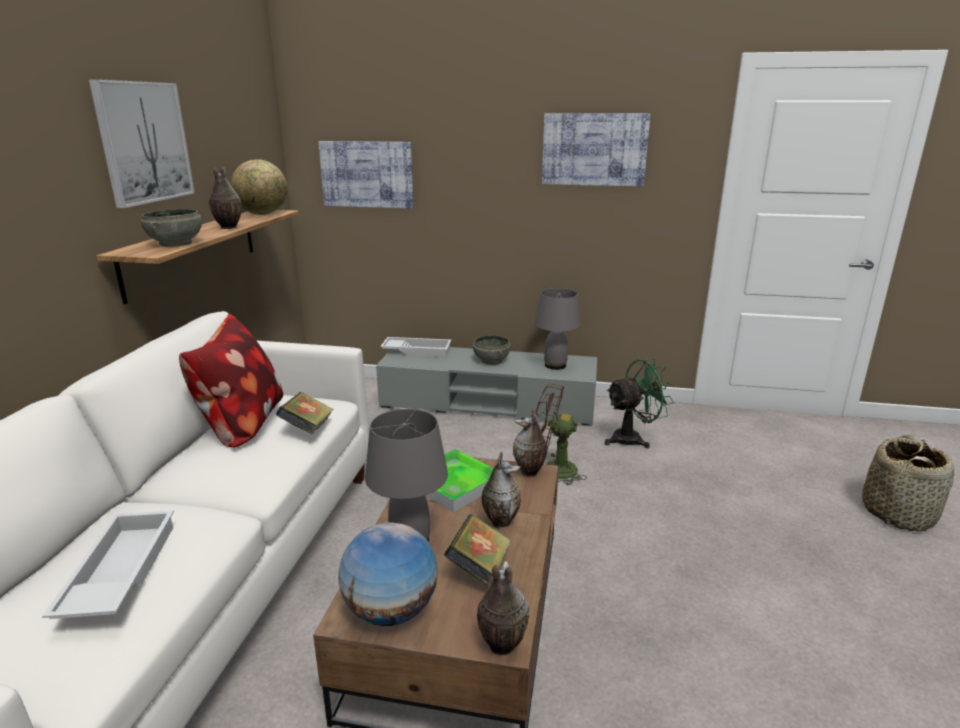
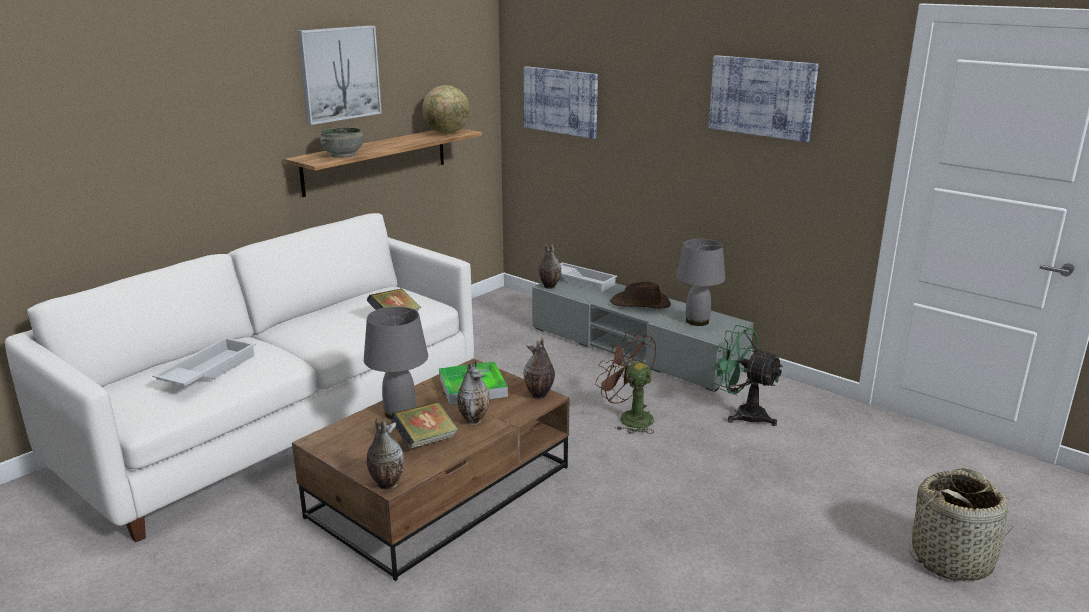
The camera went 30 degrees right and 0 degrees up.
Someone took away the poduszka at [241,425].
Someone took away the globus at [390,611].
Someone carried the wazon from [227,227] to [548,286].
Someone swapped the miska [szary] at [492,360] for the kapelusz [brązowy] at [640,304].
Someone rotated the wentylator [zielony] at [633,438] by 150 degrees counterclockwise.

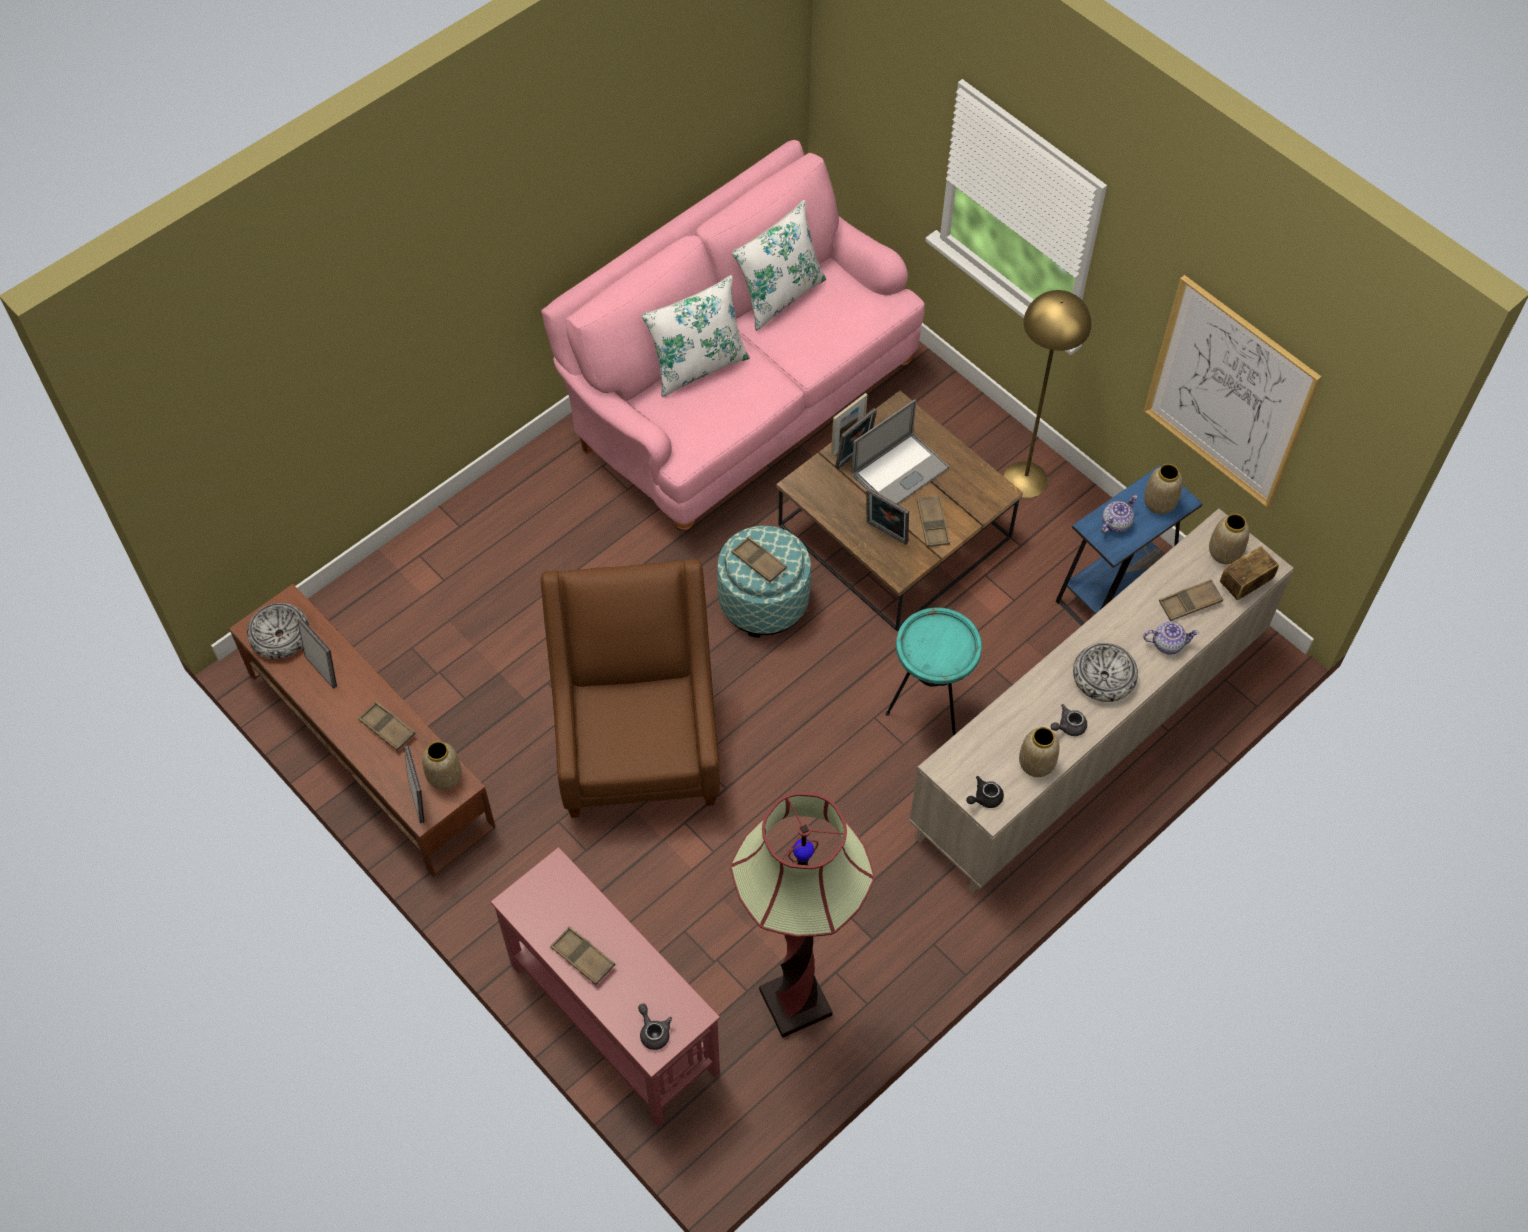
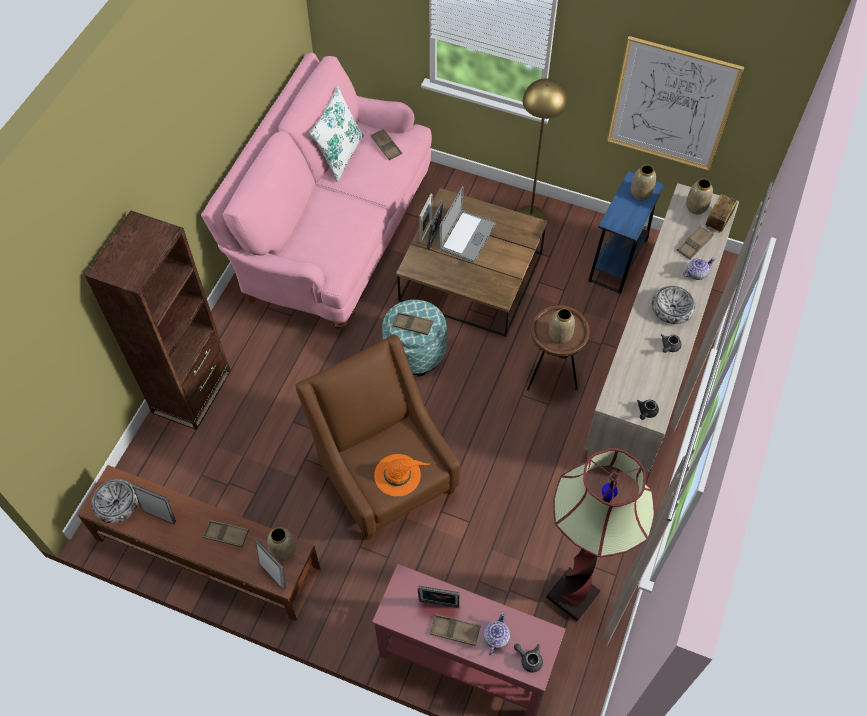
The camera went 25 degrees left and 0 degrees up.
Someone took away the poduszka [biały] at [697,365].
Someone put down the regał [brązowy] at [192,392].
Someone put down the kapelusz [pomarańczowy] at [398,474].
Someone carried the ramka na zdjęcie from [885,534] to [438,605].
Someone carried the taca [brązowy] from [932,524] to [386,146].
Someone carried the wazon from [1036,763] to [560,335].
Someone carried the imbryk from [1115,523] to [495,638].
Someone repainted the stolik [turkusowy] at [928,710], which became the stolik [brązowy] at [551,377].

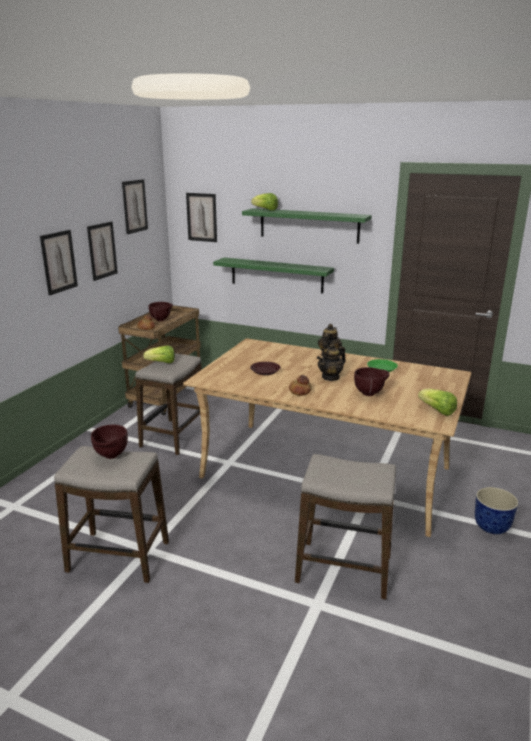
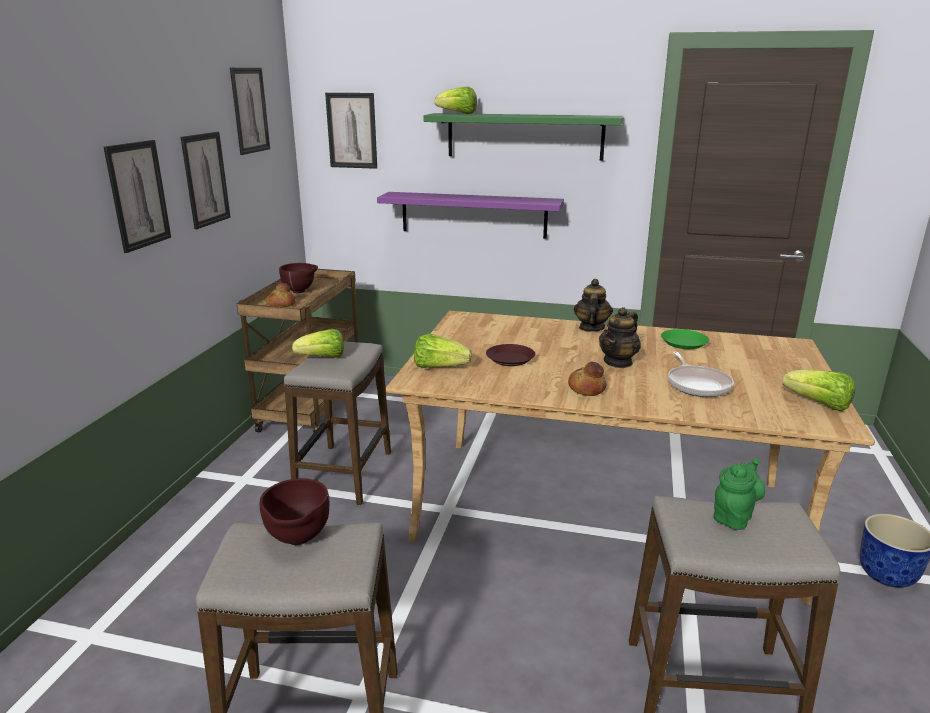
The camera went 10 degrees left and 0 degrees up.
Someone put down the sałata at [439,367].
Someone put down the imbryk [zielony] at [734,516].
Someone swapped the miska [brązowy] at [370,394] for the patelnia at [697,384].
Someone repainted the półka [zielony] at [276,275], which became the półka [fioletowy] at [473,215].

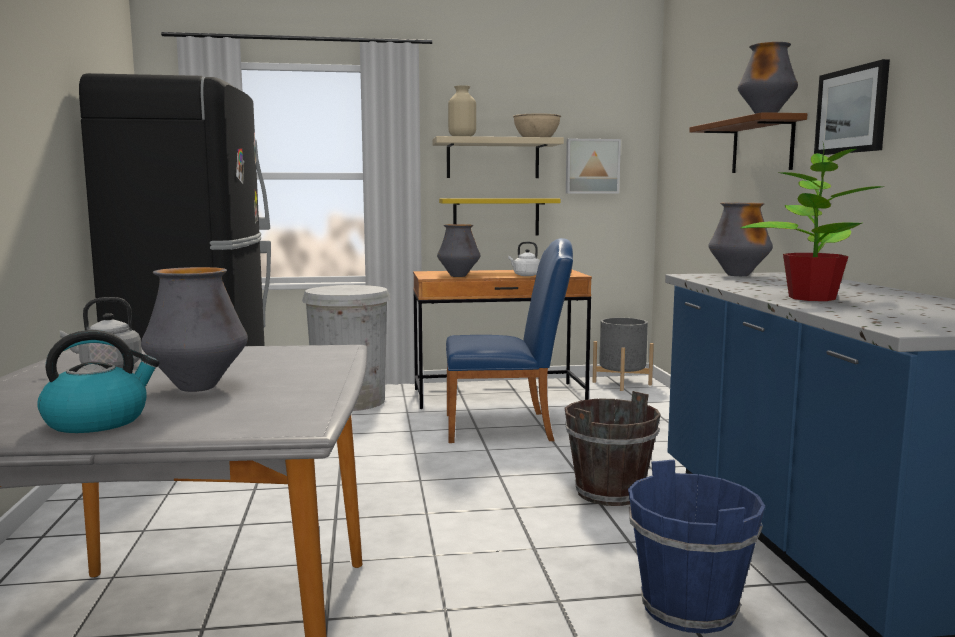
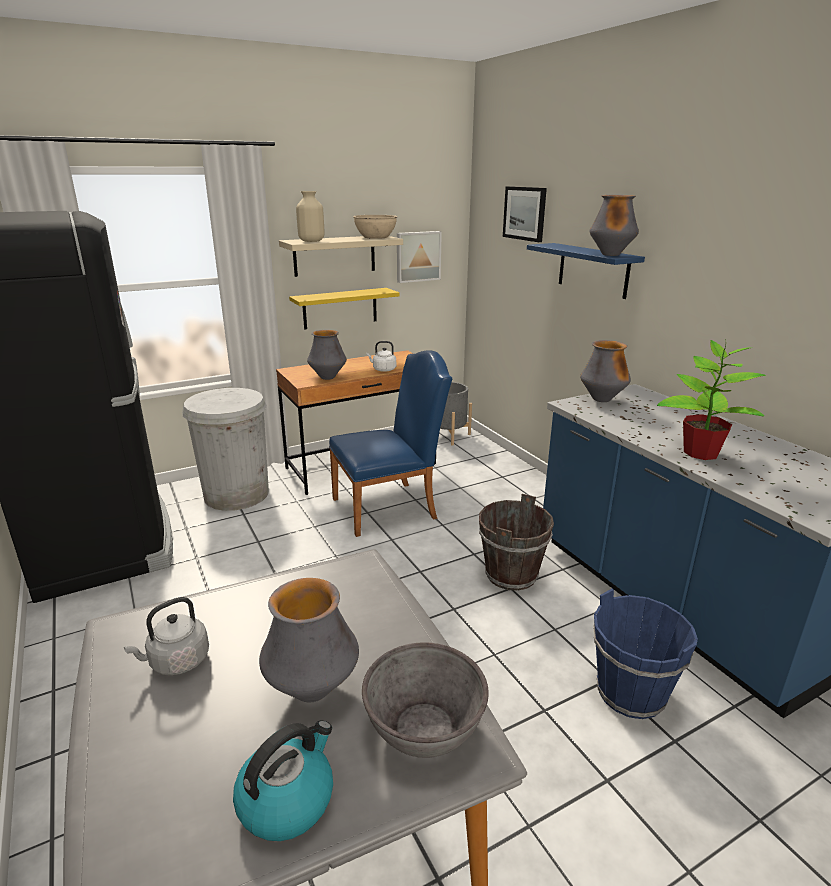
The camera went 20 degrees left and 15 degrees up.
Someone put down the miska [szary] at [424,727].
Someone carried the obraz from [852,110] to [525,213].
Someone repainted the półka [brązowy] at [762,146], which became the półka [niebieski] at [593,270].

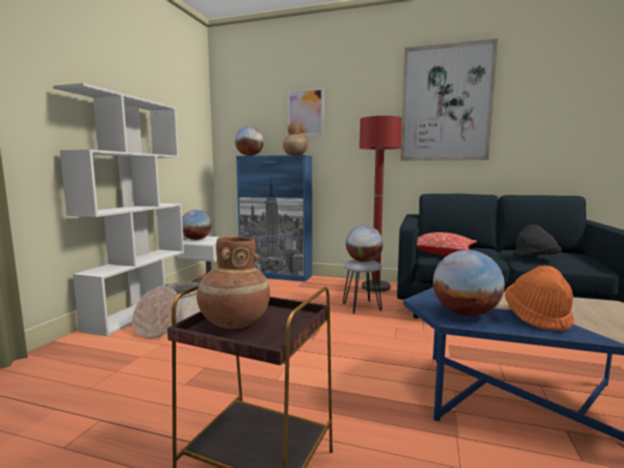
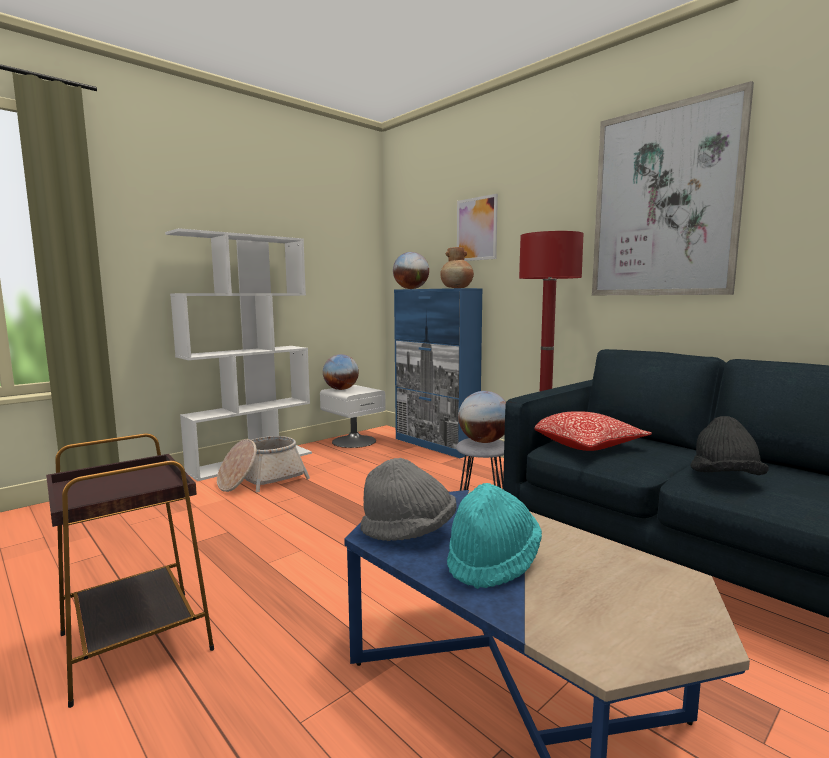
The camera went 30 degrees right and 0 degrees up.
Someone took away the wazon [brązowy] at [234,322].
Someone swapped the globus at [465,314] for the kapelusz [szary] at [409,532].
Someone repainted the kapelusz [pomarańczowy] at [537,317], which became the kapelusz [turkusowy] at [493,562].

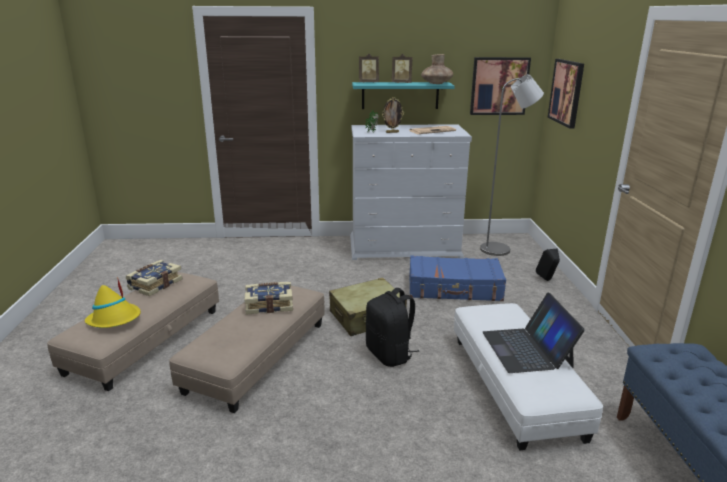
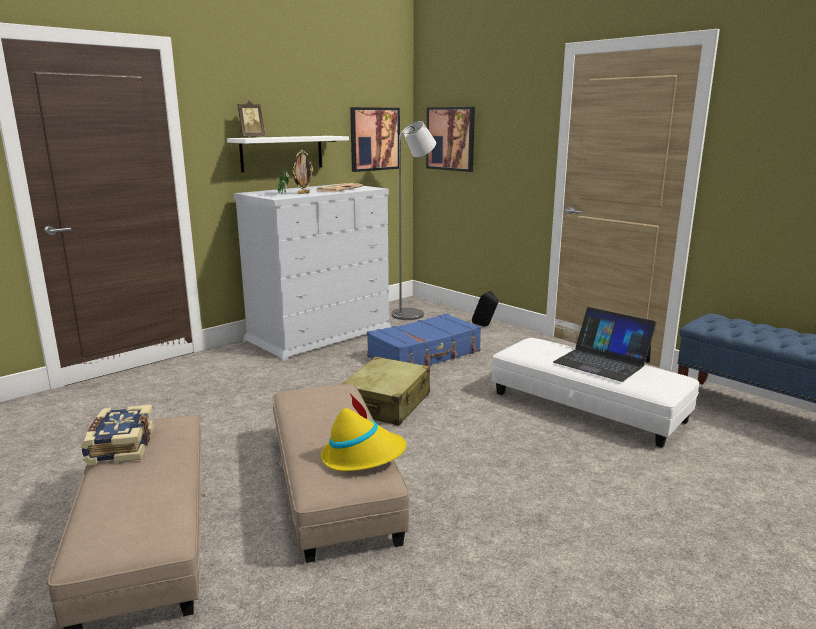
The camera went 40 degrees left and 5 degrees down.
Someone took away the książka at [269,305].
Someone took away the plecak [czarny] at [390,355].
Someone took away the ramka na zdjęcie at [401,83].
Someone took away the wazon [brązowy] at [436,83].
Someone carried the kapelusz [żółty] from [115,320] to [363,456].
Someone repainted the półka [turkusowy] at [400,95], which became the półka [biały] at [282,153].

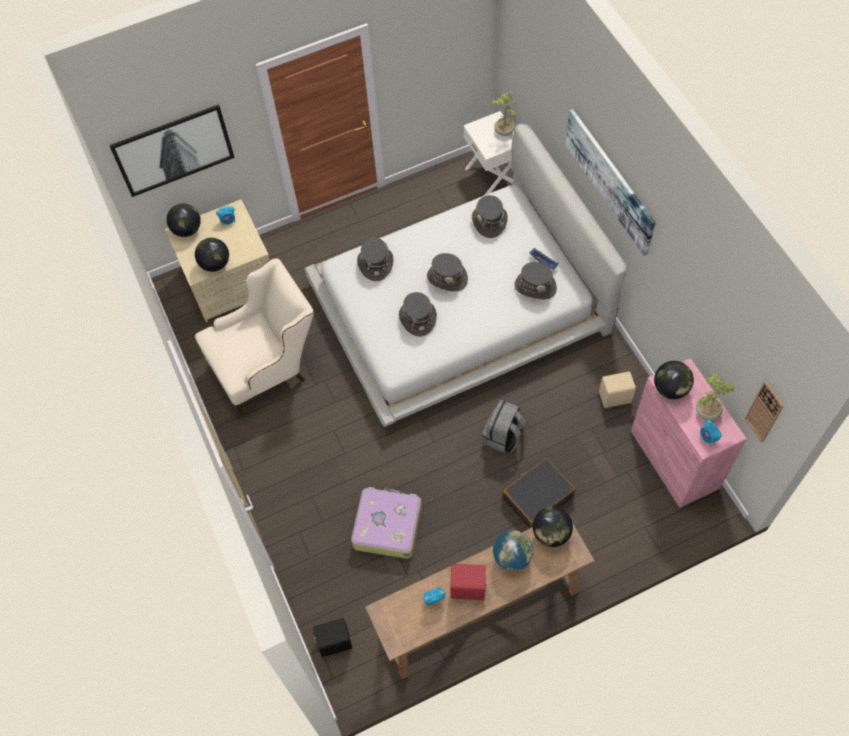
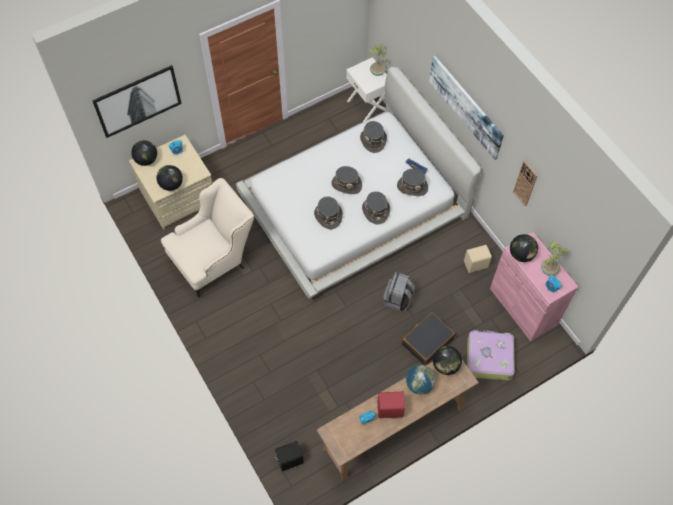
The camera went 10 degrees left and 0 degrees up.
Someone carried the walizka from [387,526] to [488,358].
Someone carried the kapelusz [szary] from [375,264] to [375,211].
Someone carried the zegar ścienny from [764,411] to [525,183].

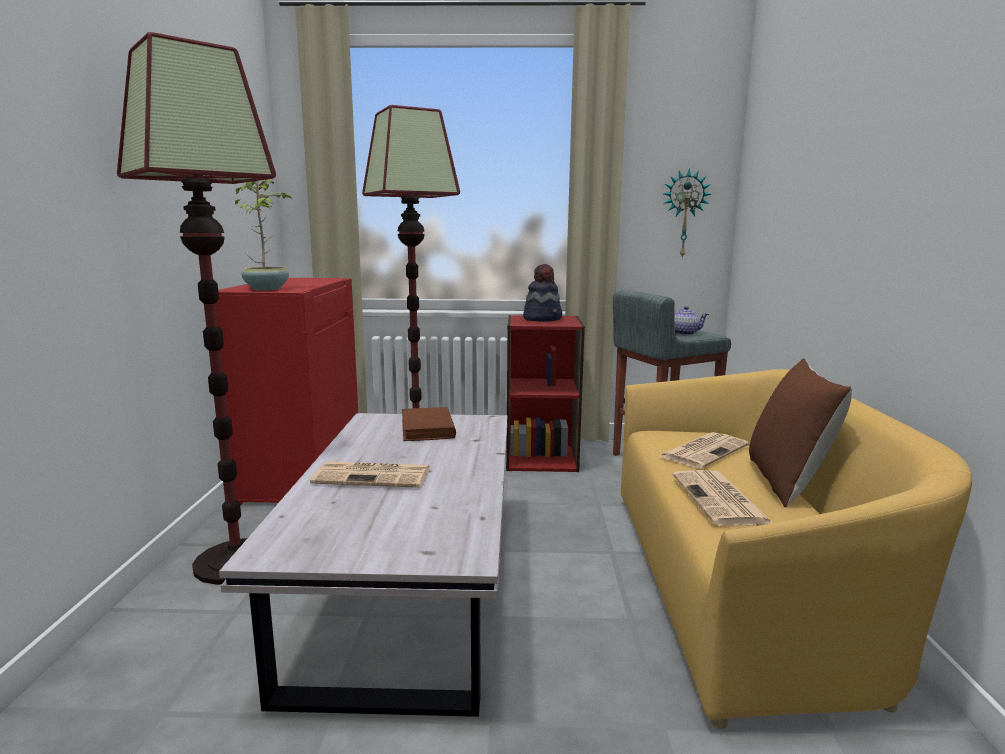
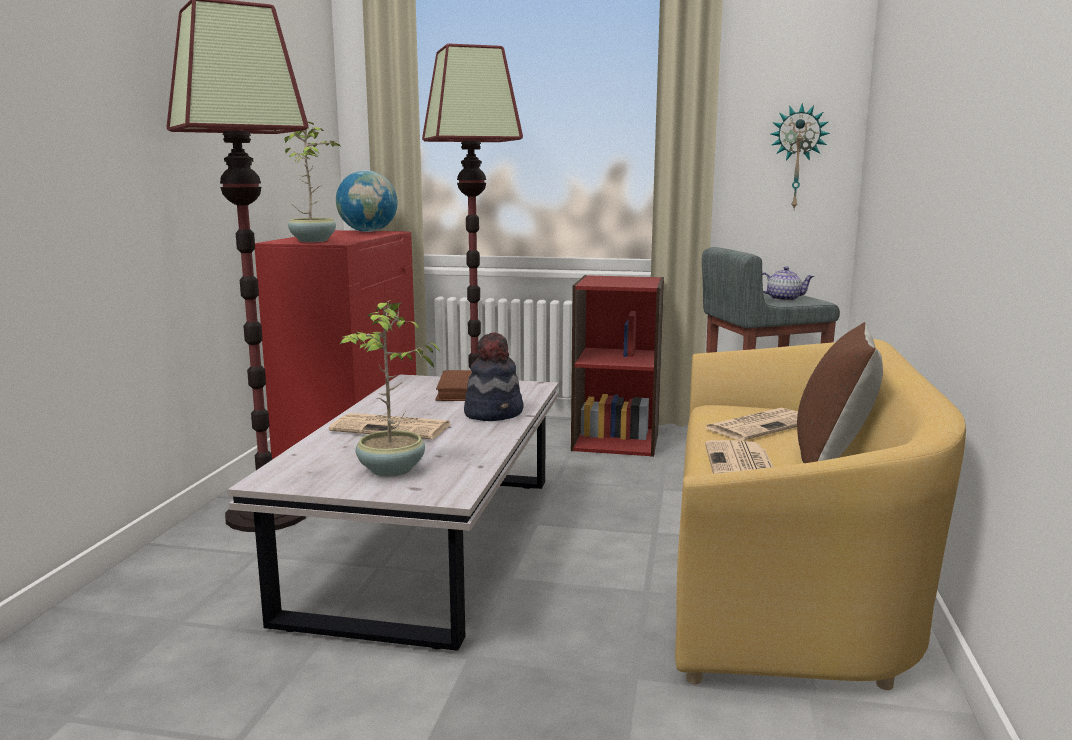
The camera went 10 degrees right and 0 degrees up.
Someone put down the globus at [368,232].
Someone put down the roślina doniczkowa at [391,470].
Someone carried the kapelusz from [543,319] to [494,413].

